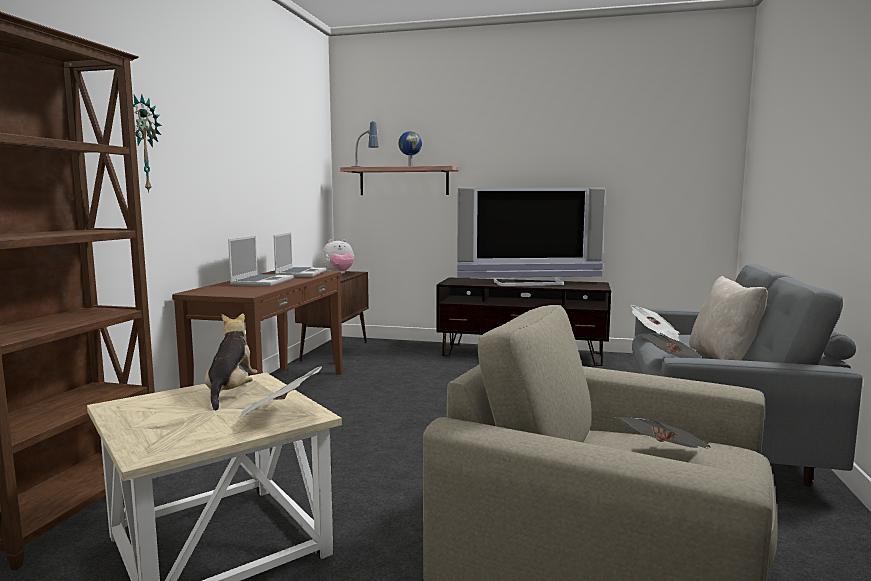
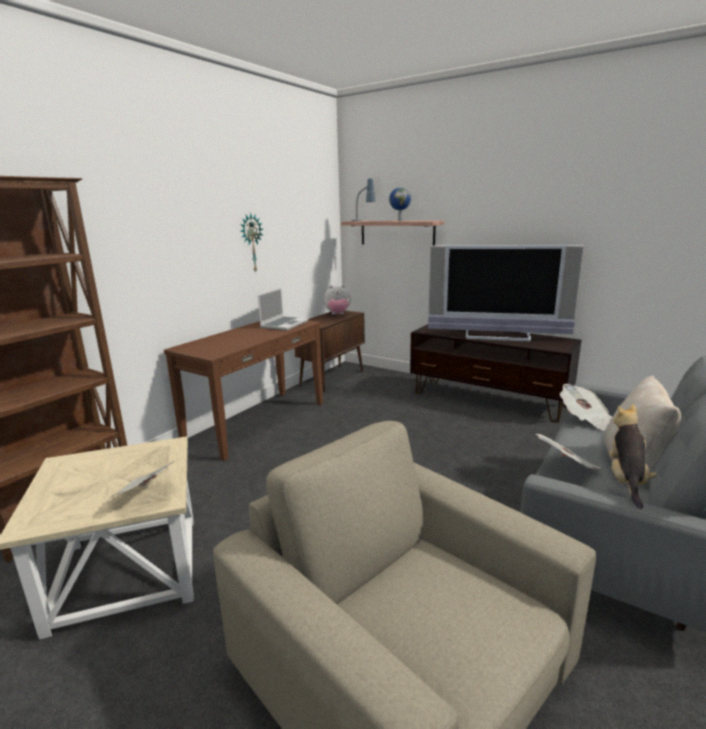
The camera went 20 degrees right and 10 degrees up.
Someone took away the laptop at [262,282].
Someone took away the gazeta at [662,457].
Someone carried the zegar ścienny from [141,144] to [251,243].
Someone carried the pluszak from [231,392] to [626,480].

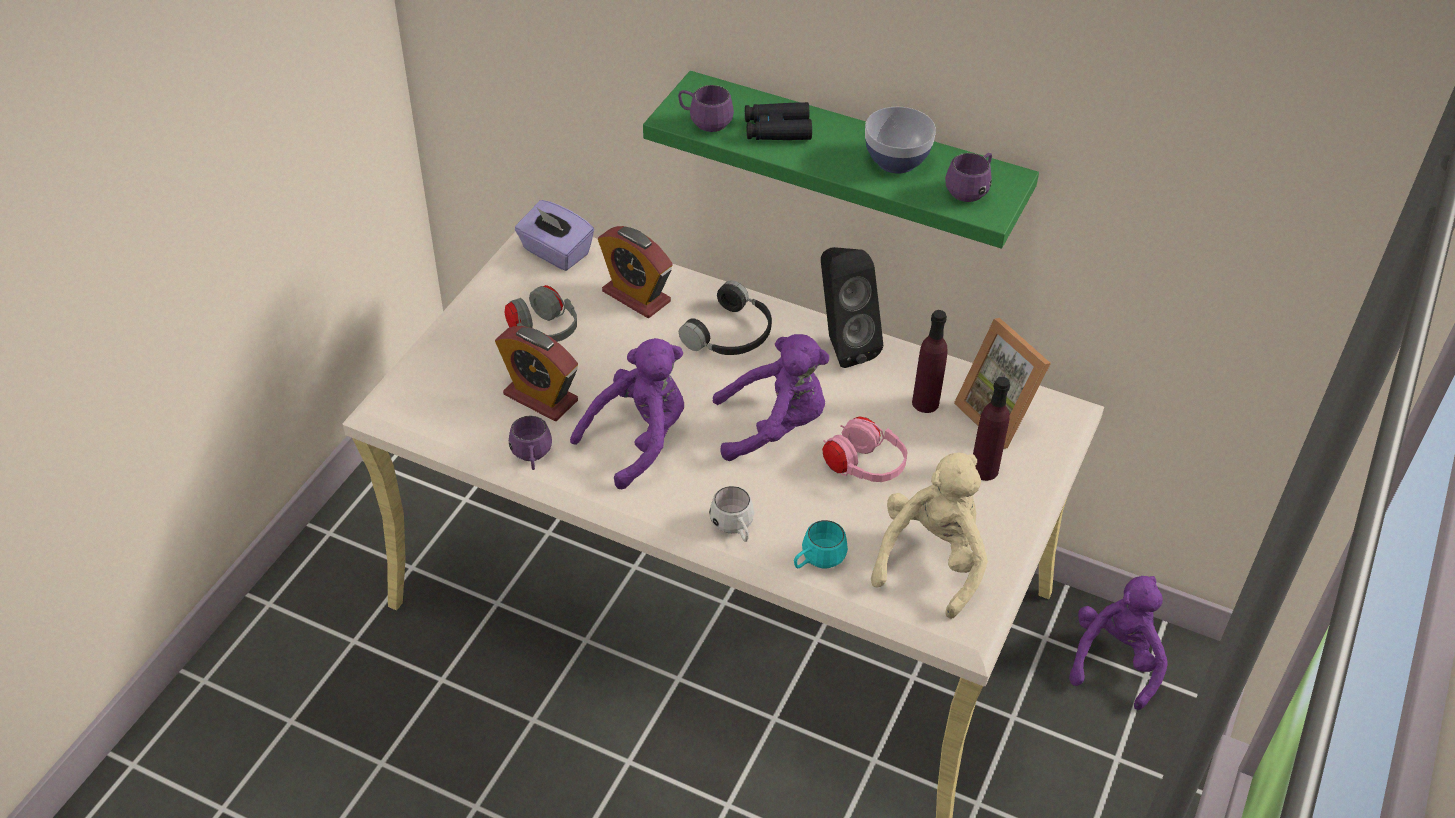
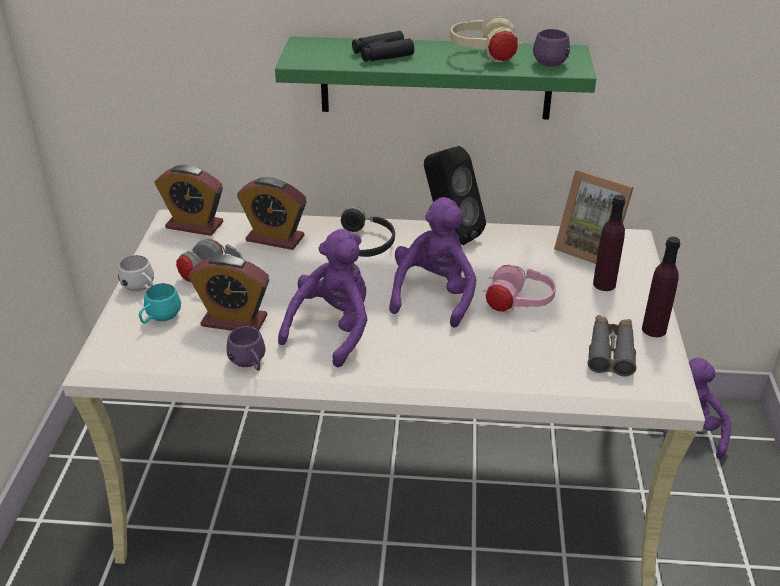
The camera went 20 degrees left and 10 degrees down.
Someone took away the kubek [fioletowy] at [704,123].
Someone carried the kubek [biały] from [734,529] to [142,289].
Someone carried the kubek [turkusowy] from [817,562] to [160,319].
Someone carried the butelka [fioletowy] from [925,403] to [654,329].
Someone swapped the pudełko chusteczek [fioletowy] at [555,253] for the budzik at [194,225].
Someone swapped the miska at [896,161] for the słuchawki [beżowy] at [484,55].
Someone swapped the pluszak [beżowy] at [932,560] for the lornetka [szary] at [611,351].
Someone rotated the pluszak [fioletowy] at [774,427] by 45 degrees counterclockwise.

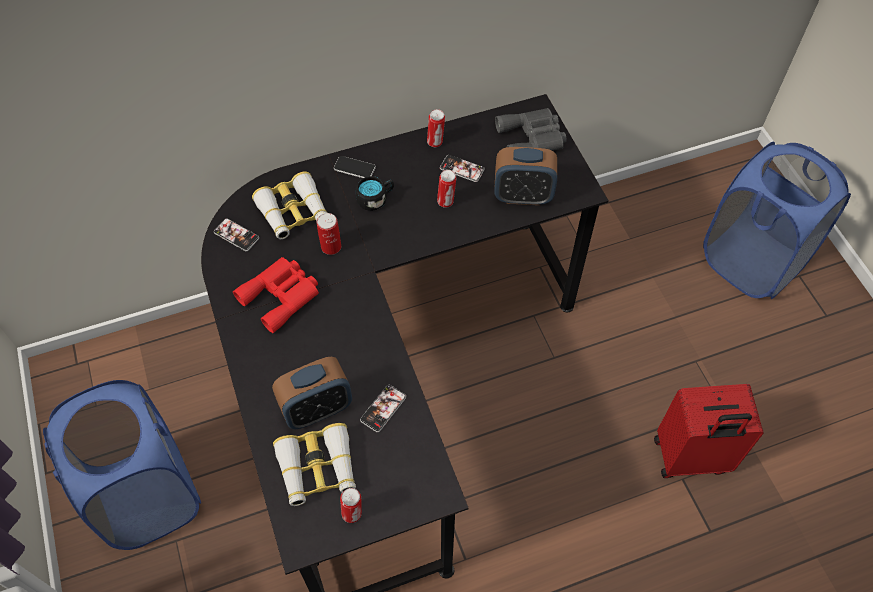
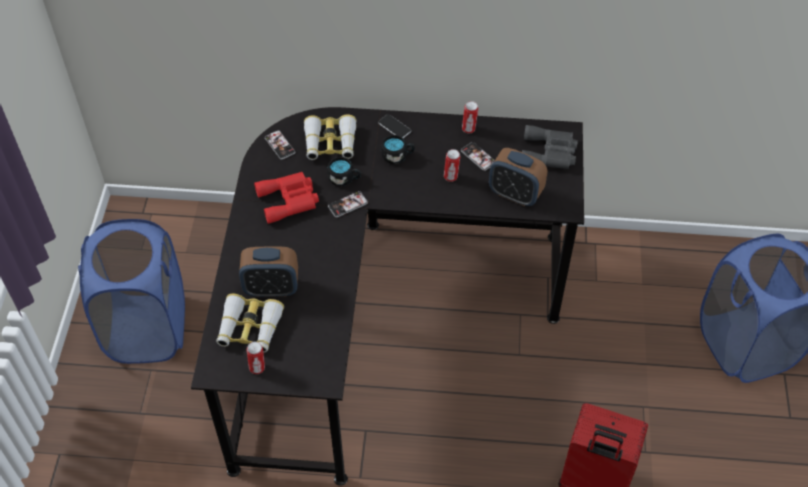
The camera went 25 degrees right and 5 degrees down.
Someone carried the telefon from [383,408] to [348,204].
Someone swapped the puszka at [331,246] for the kubek [czarny] at [344,178].

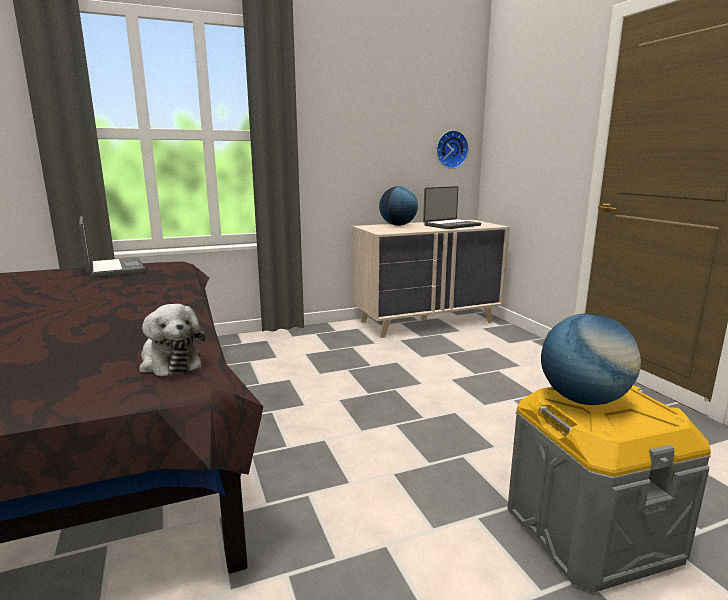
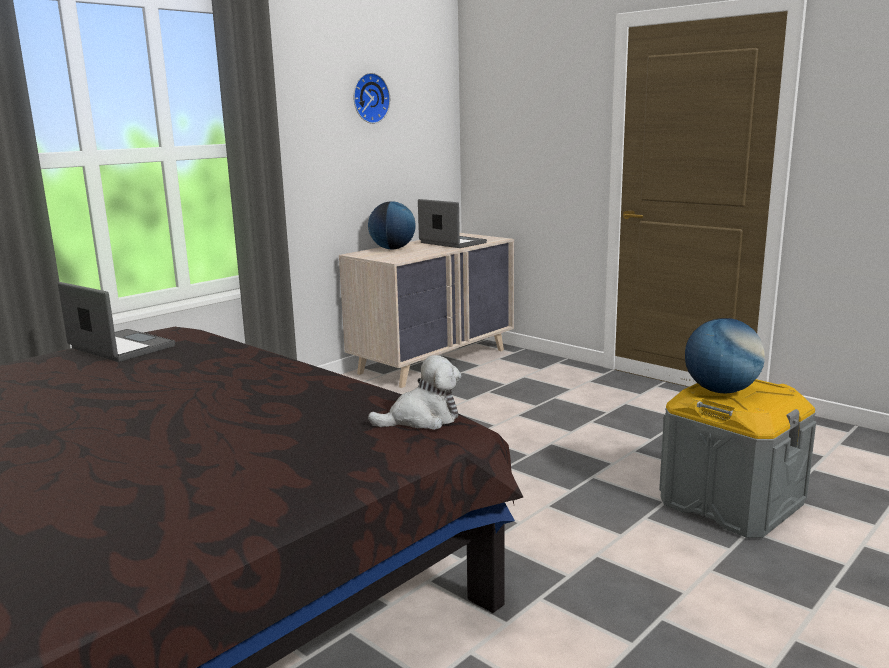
The camera went 25 degrees left and 0 degrees up.
Someone carried the zegar ścienny from [450,149] to [369,98].
Someone rotated the pluszak at [170,362] by 45 degrees counterclockwise.
Someone rotated the laptop at [451,225] by 75 degrees counterclockwise.

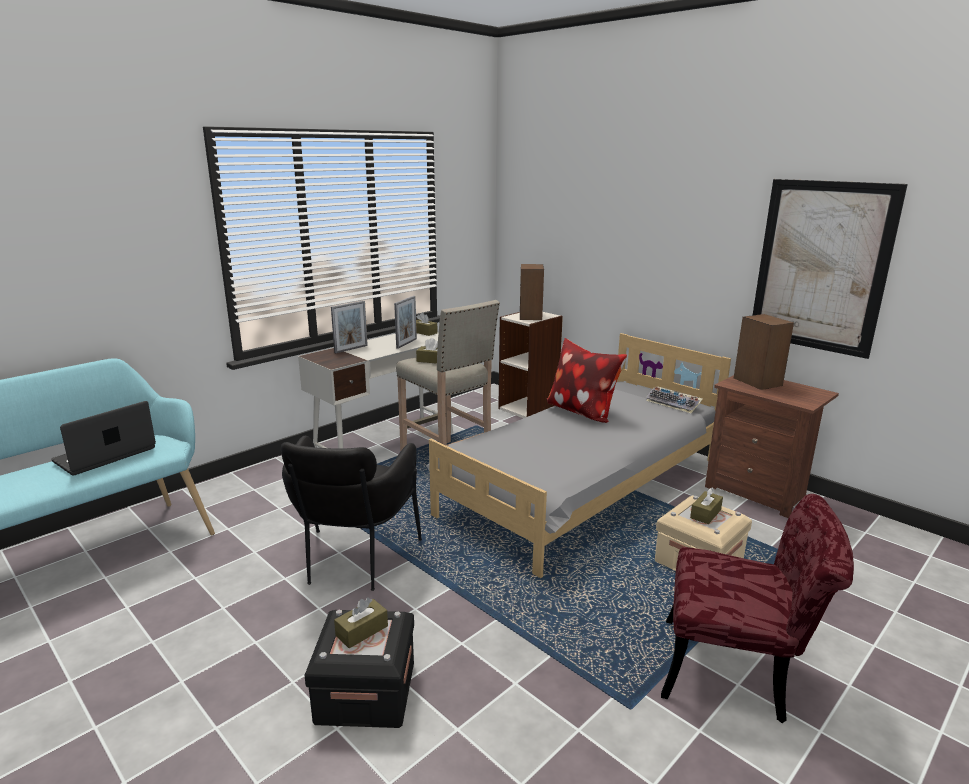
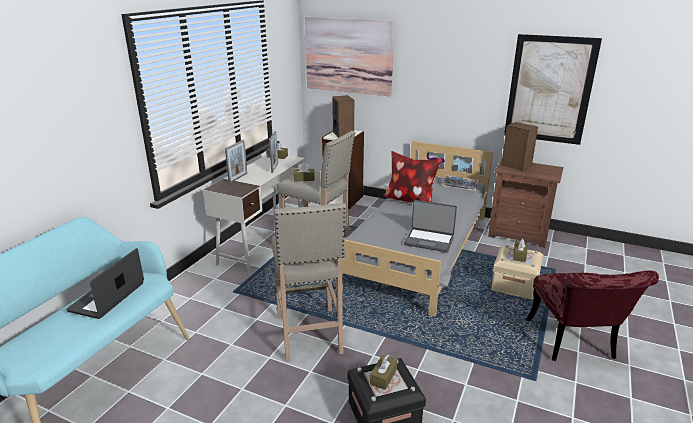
The camera went 20 degrees left and 5 degrees up.
Someone put up the obraz at [348,56].
Someone put down the laptop at [429,240].
Someone swapped the fotel [czarny] at [353,563] for the stołek [beżowy] at [309,335].
Someone rotated the krzesło [czerwony] at [738,672] by 90 degrees clockwise.

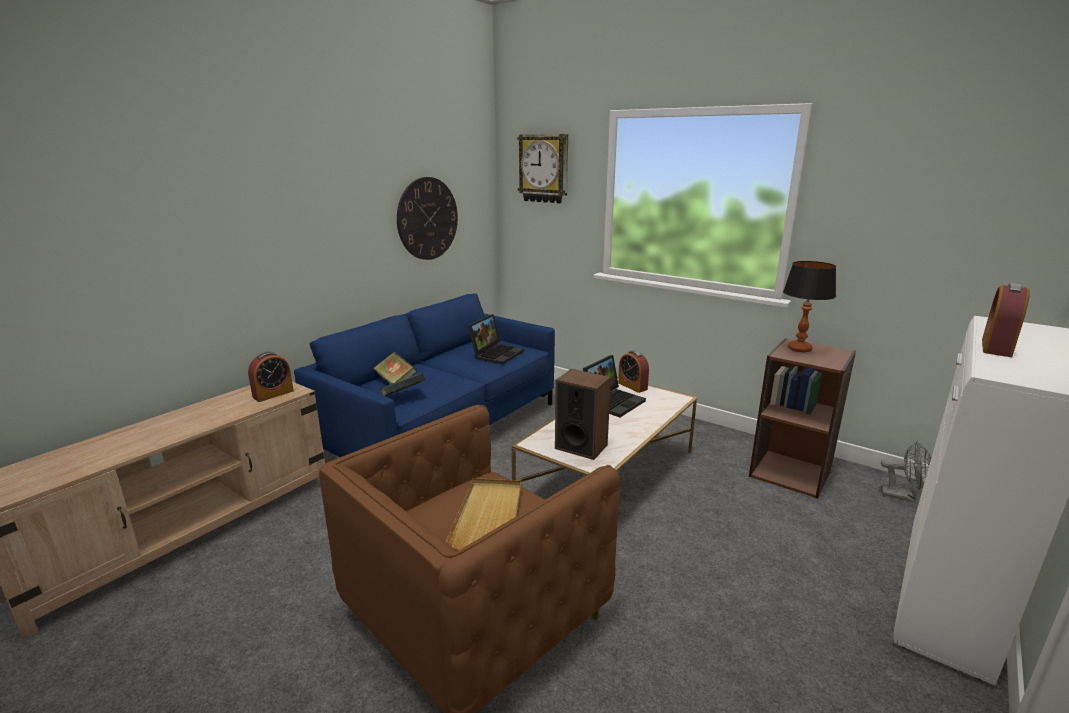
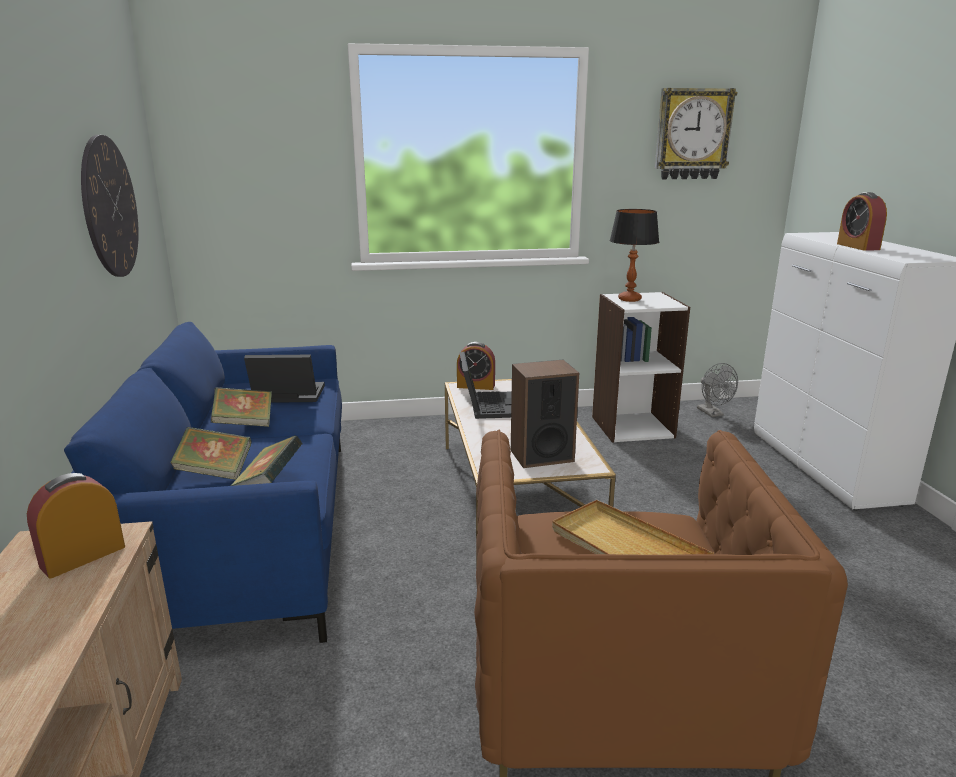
The camera went 45 degrees left and 0 degrees up.
Someone put down the książka at [244,423].
Someone carried the zegar ścienny from [544,168] to [692,134].
Someone repainted the regał [brązowy] at [790,472], which became the regał [biały] at [632,426].
Someone rotated the budzik at [273,394] by 135 degrees counterclockwise.
Someone rotated the laptop at [496,354] by 75 degrees counterclockwise.
Someone rotated the wentylator [szary] at [902,496] by 90 degrees clockwise.

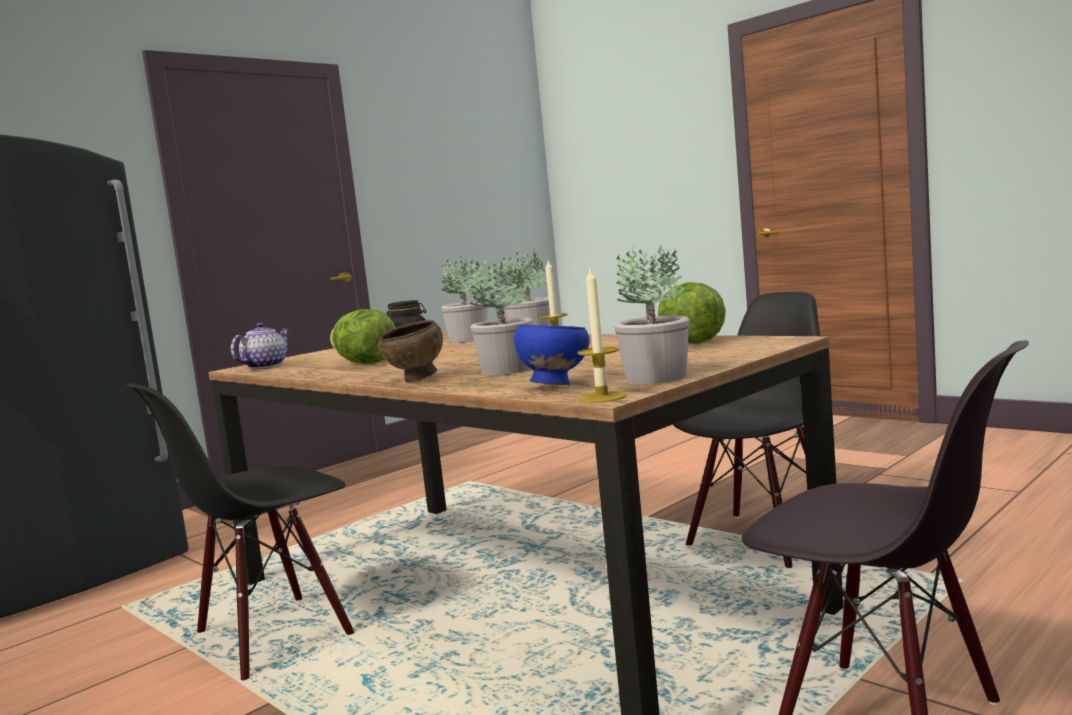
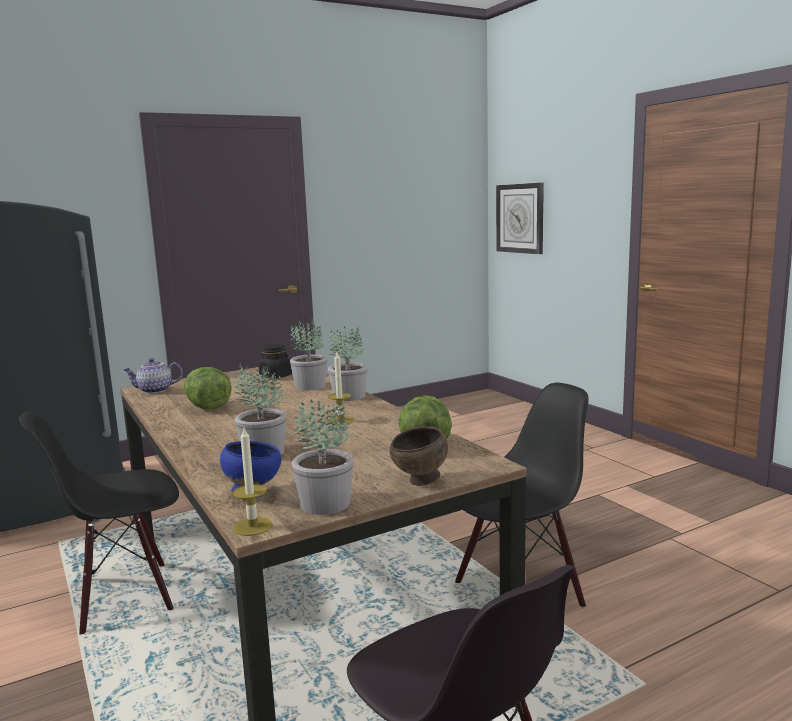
The camera went 15 degrees right and 5 degrees up.
Someone put up the zegar ścienny at [520,218].
Someone carried the miska [brązowy] from [416,380] to [420,482].
Someone rotated the imbryk at [265,366] by 150 degrees counterclockwise.

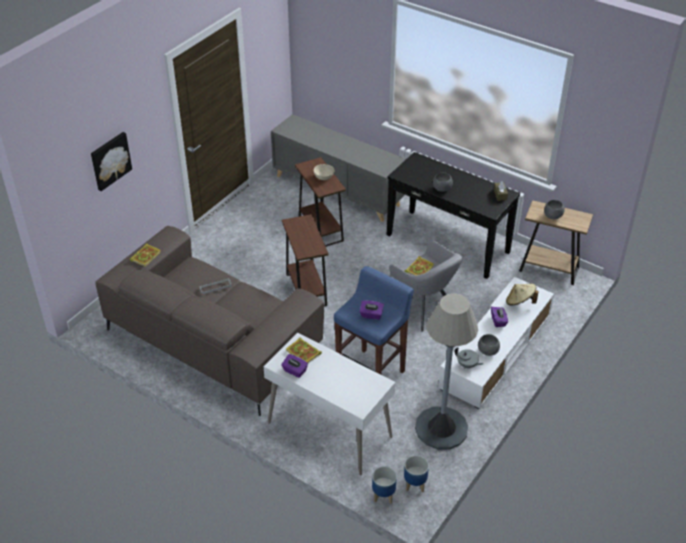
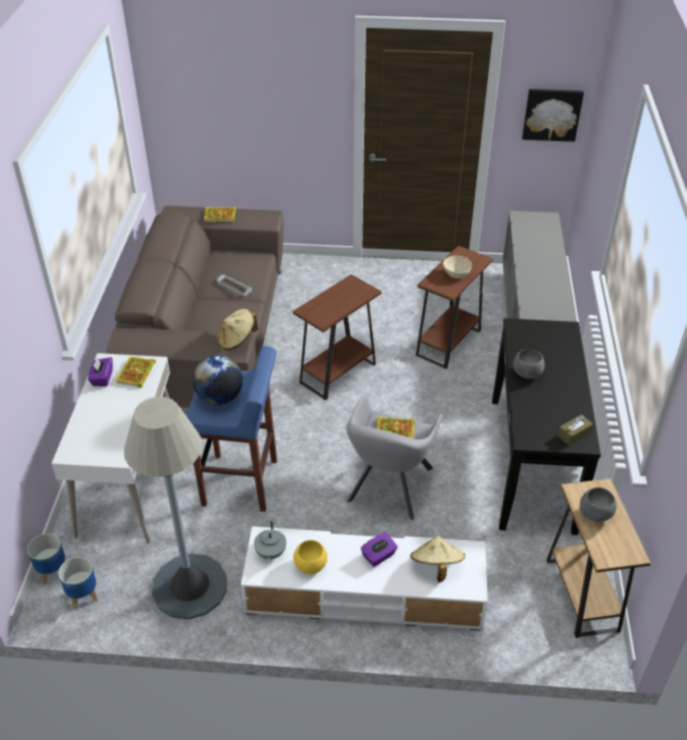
The camera went 60 degrees right and 0 degrees up.
Someone put down the kapelusz [beżowy] at [237,340].
Someone carried the obraz from [110,160] to [552,114].
Someone swapped the pudełko chusteczek [fioletowy] at [371,315] for the globus at [220,397].
Someone repainted the miska [szary] at [487,351], which became the miska [żółty] at [310,565].

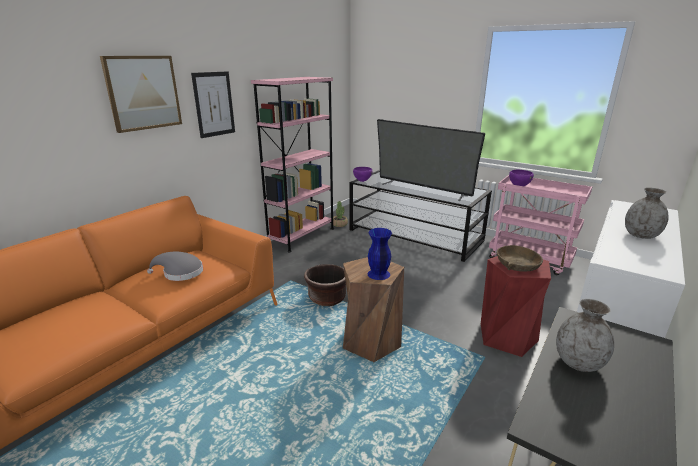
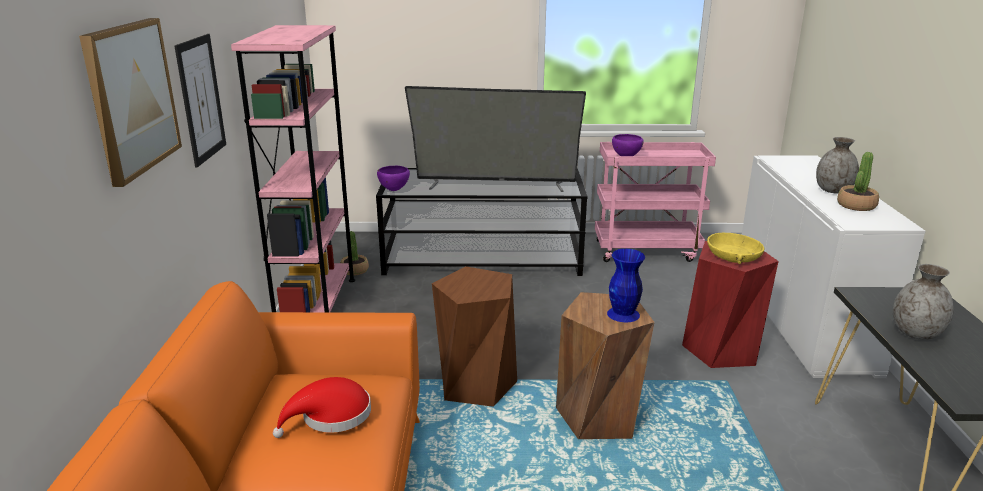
The camera went 35 degrees left and 0 degrees up.
Someone put down the roślina doniczkowa at [856,205].
Someone swapped the donica [brązowy] at [327,298] for the stołek [brązowy] at [476,385].
Someone repainted the kapelusz [szary] at [180,273], which became the kapelusz [czerwony] at [331,416].
Someone repainted the miska [brązowy] at [517,265], which became the miska [żółty] at [733,256].

